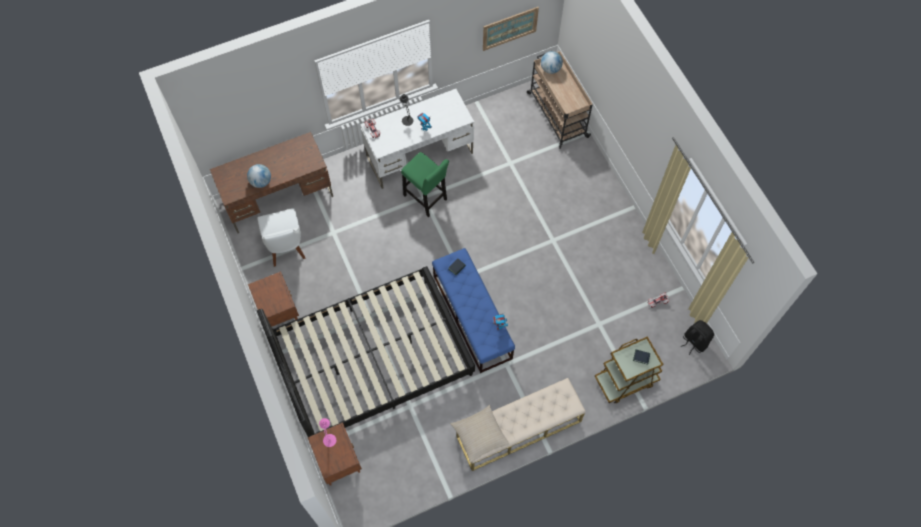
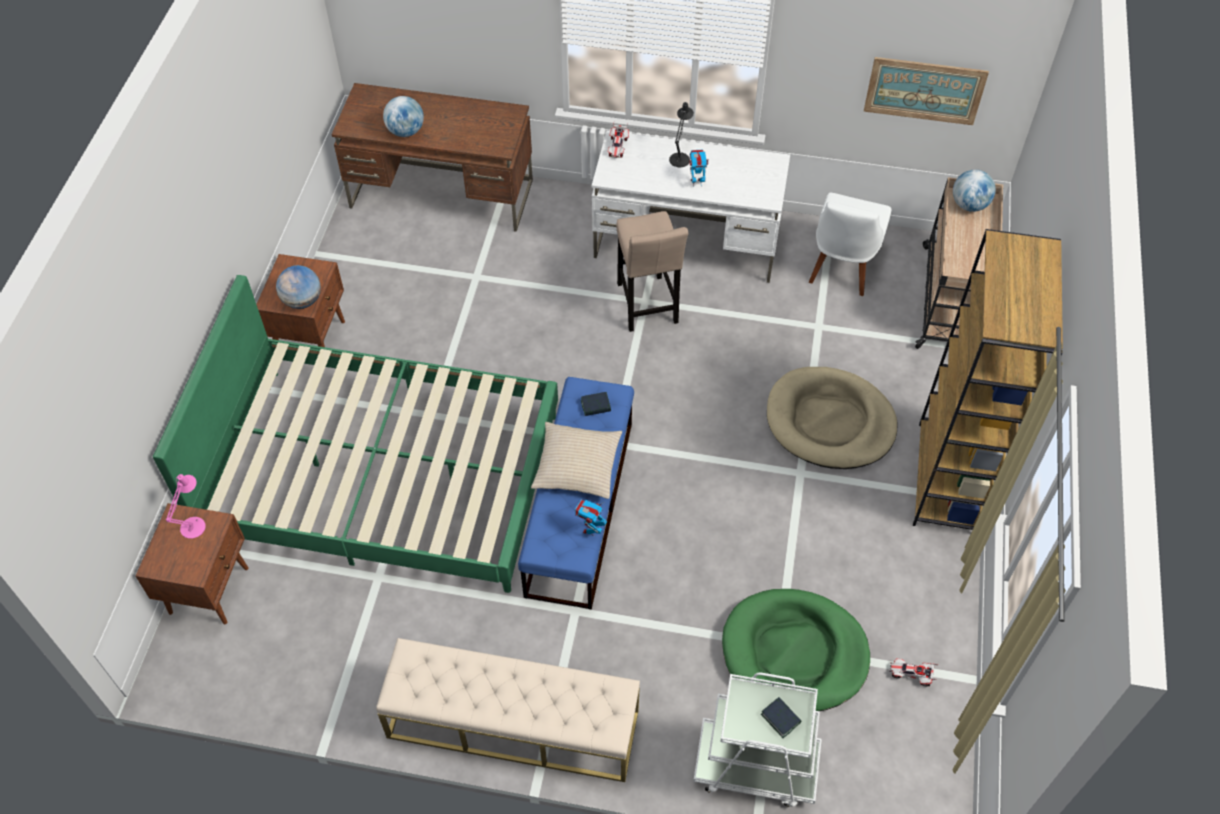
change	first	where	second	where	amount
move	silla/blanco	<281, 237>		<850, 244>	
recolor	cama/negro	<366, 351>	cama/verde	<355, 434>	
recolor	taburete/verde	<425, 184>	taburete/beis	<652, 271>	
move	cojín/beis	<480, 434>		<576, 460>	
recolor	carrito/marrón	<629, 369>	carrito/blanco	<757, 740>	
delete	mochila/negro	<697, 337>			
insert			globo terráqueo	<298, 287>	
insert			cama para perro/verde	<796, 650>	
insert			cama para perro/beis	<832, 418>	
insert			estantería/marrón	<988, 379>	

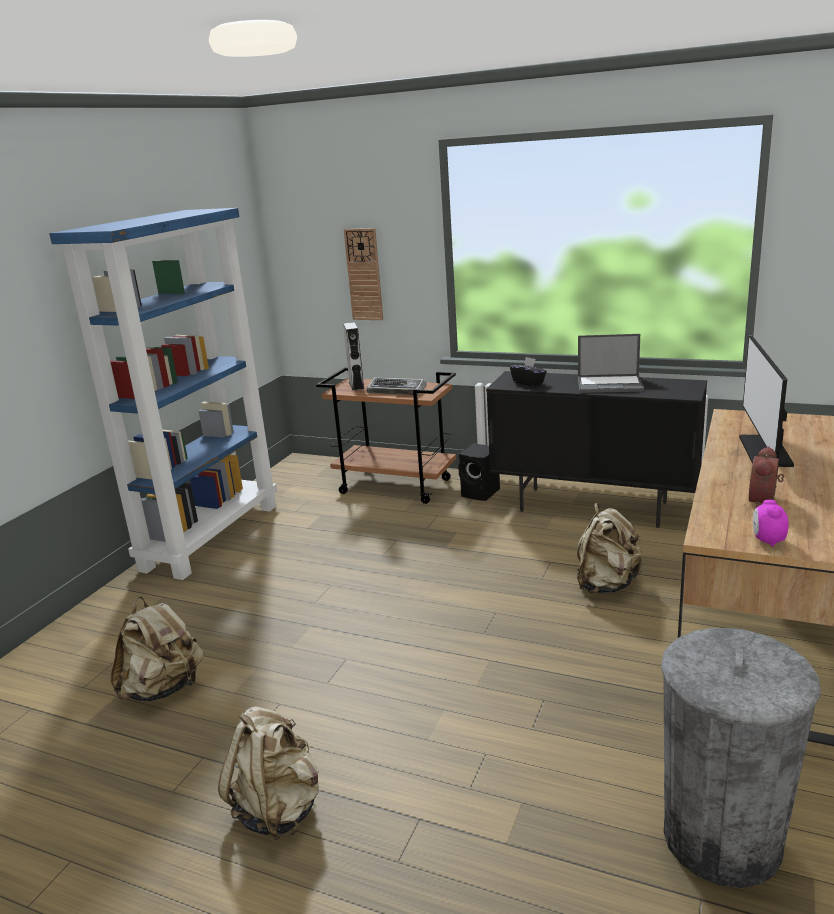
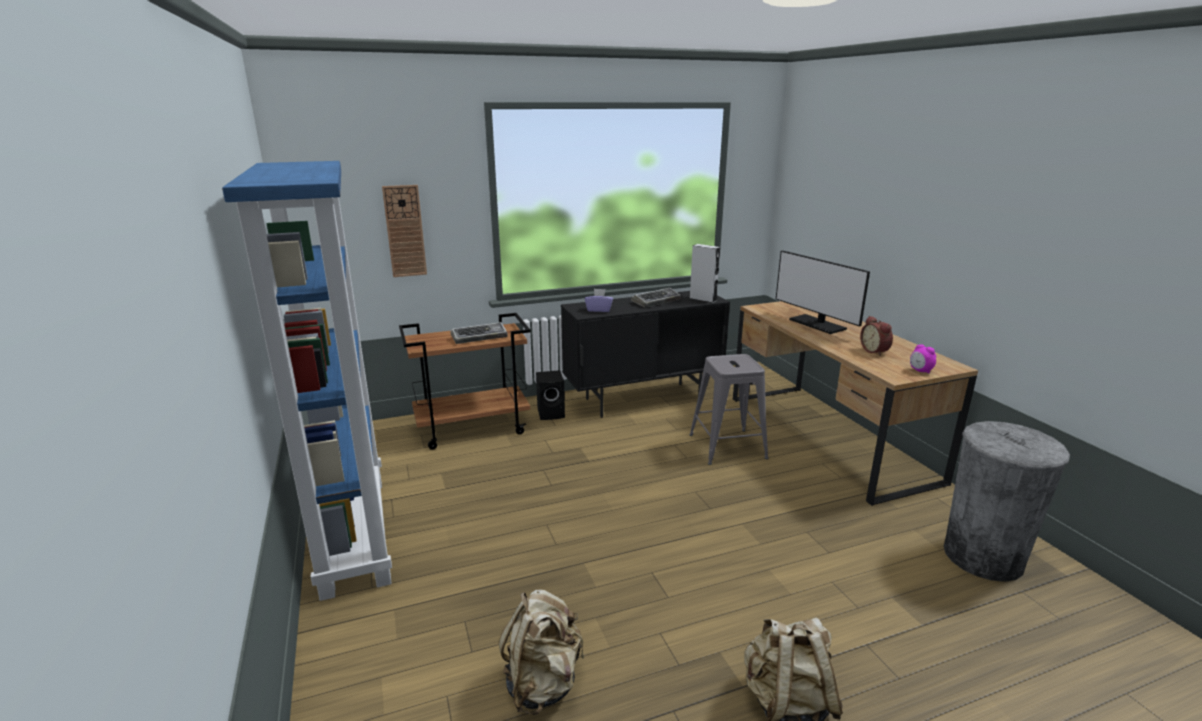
change	first	where	second	where	amount
move	altavoz/gris	<353, 356>		<704, 273>	
recolor	caja de pañuelos/negro	<528, 372>	caja de pañuelos/morado	<599, 300>	
replace	mochila/beis	<609, 548>	taburete/gris	<729, 409>	
replace	portátil	<611, 363>	teclado	<656, 298>	

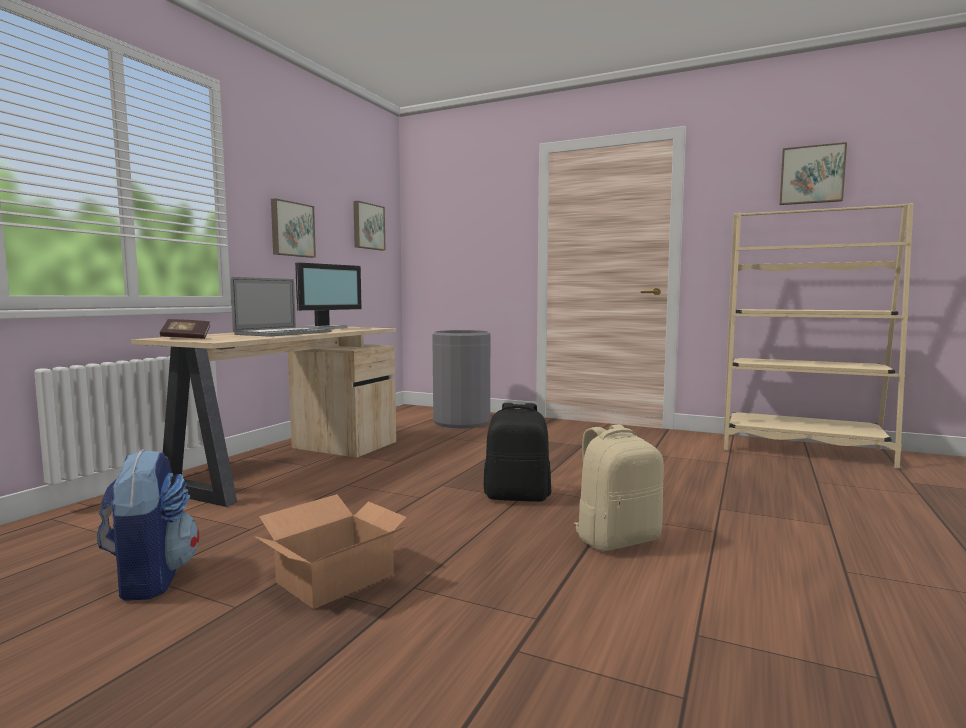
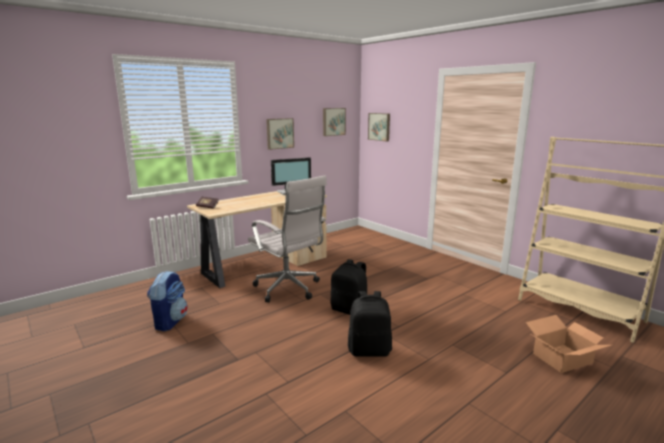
change	first	where	second	where	amount
delete	portátil	<280, 307>			
move	caja de cartón	<333, 551>		<568, 344>	
delete	papelera/gris	<461, 379>			
recolor	mochila/beis	<619, 487>	mochila/negro	<370, 324>	
move	cuadro	<813, 173>		<379, 127>	
insert			silla de oficina/blanco	<287, 238>	

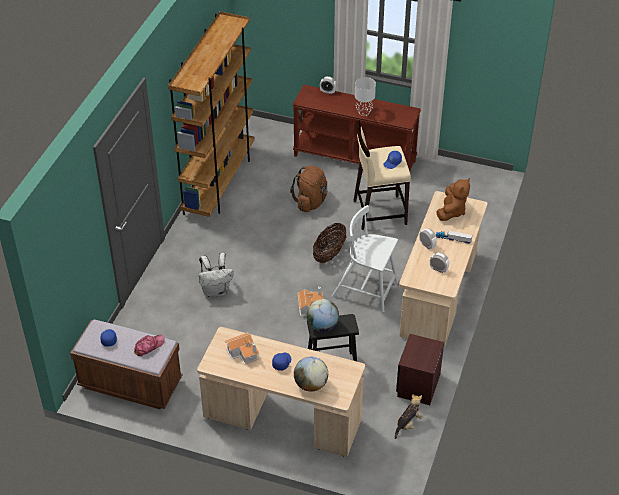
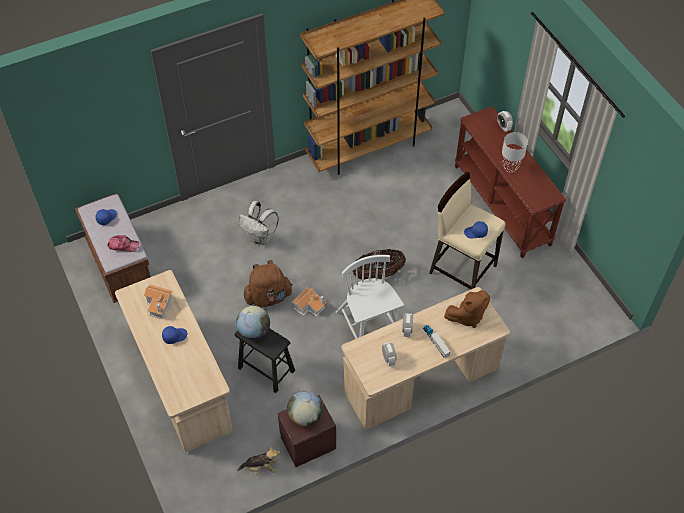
change	first	where	second	where	amount
move	mochila/marrón	<308, 189>		<268, 283>	
move	globo terráqueo	<311, 374>		<304, 408>	

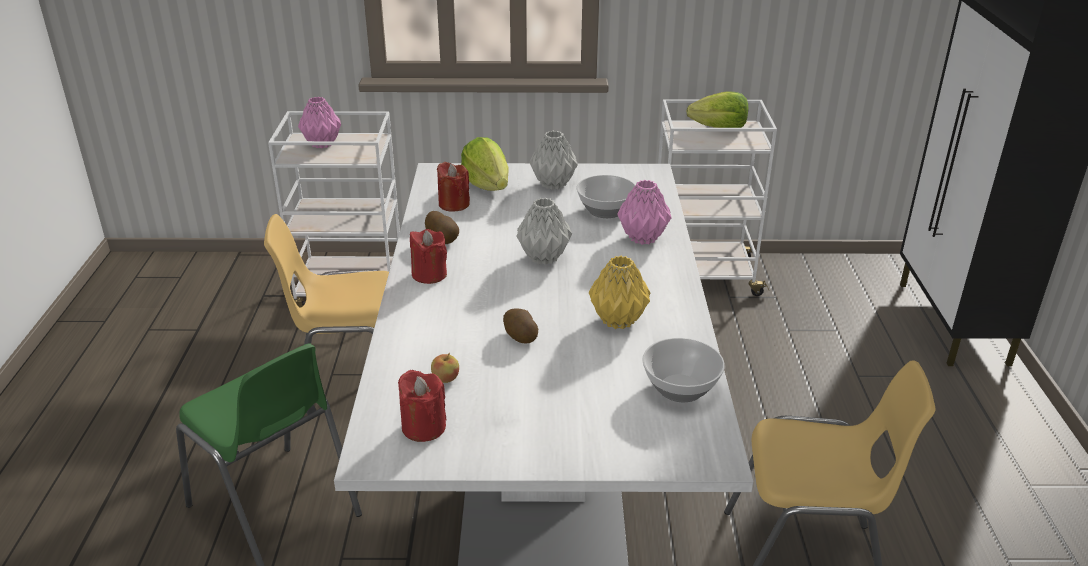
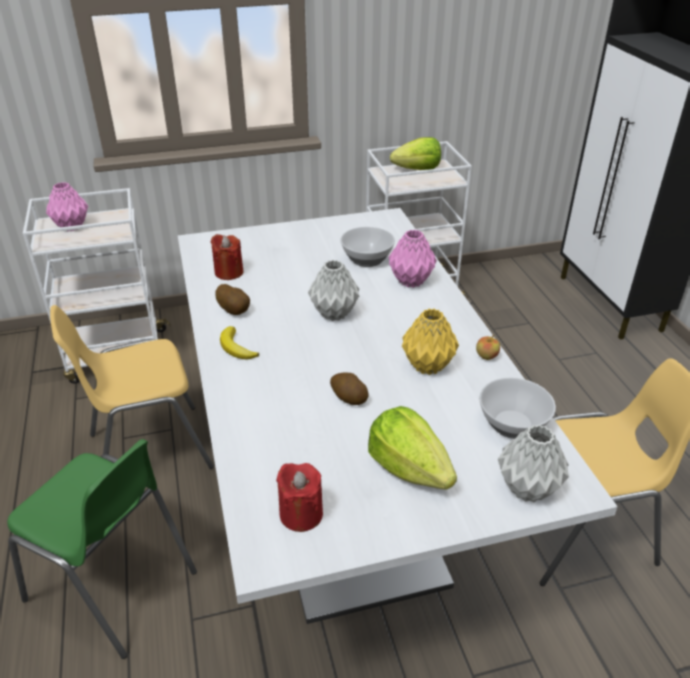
change	first	where	second	where	amount
replace	vela/rojo	<428, 256>	plátano	<239, 343>	
move	manzana	<445, 368>		<488, 347>	
move	lechuga	<485, 164>		<412, 448>	
move	florero/gris	<553, 160>		<533, 463>	

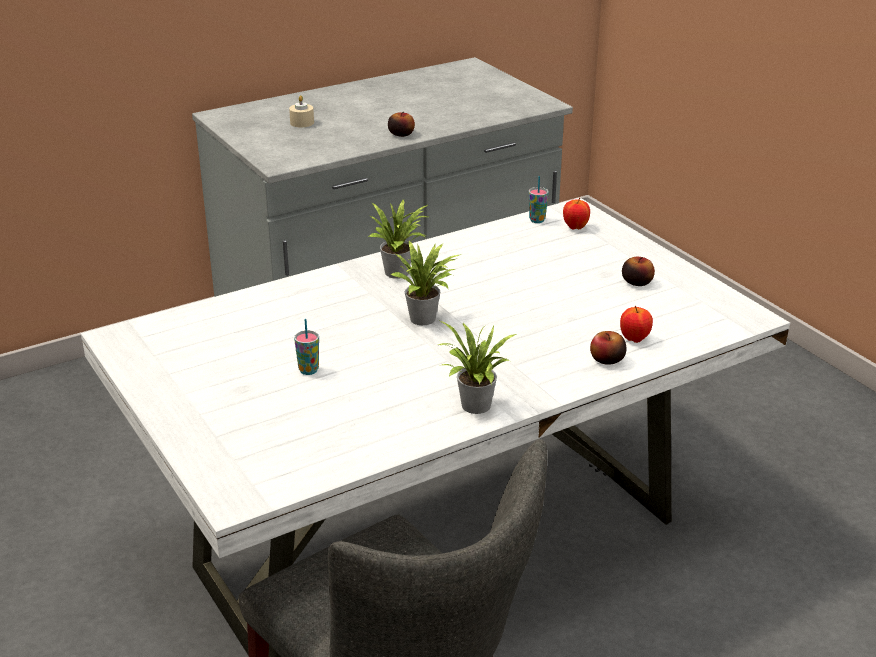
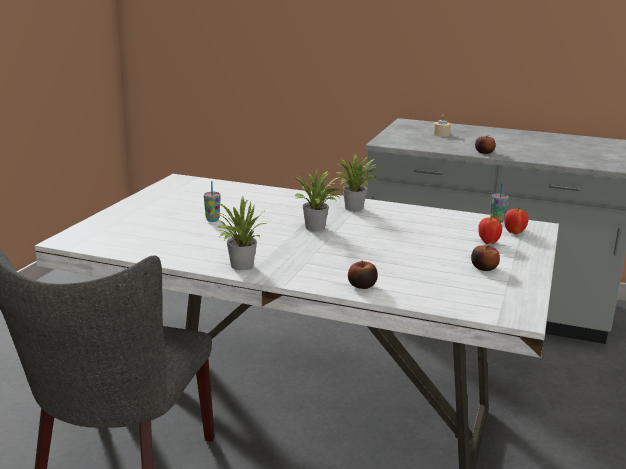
change	first	where	second	where	amount
move	manzana	<636, 324>		<490, 229>	

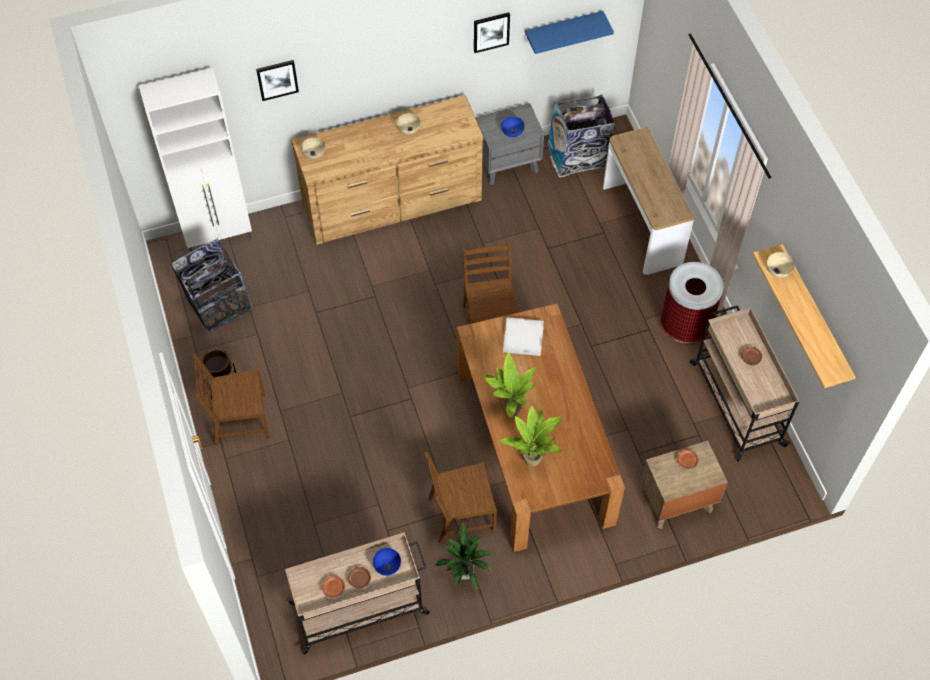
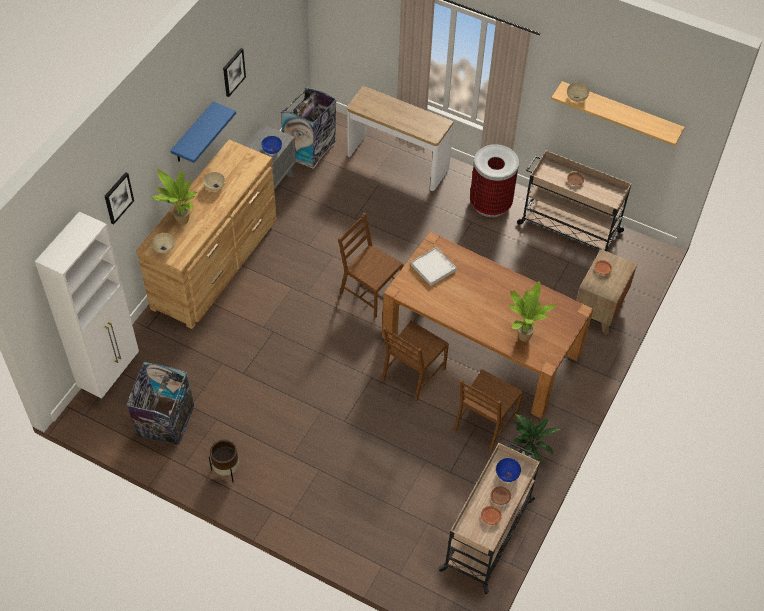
change	first	where	second	where	amount
move	silla/marrón	<231, 399>		<415, 361>	
move	planta en maceta	<510, 385>		<174, 197>	
move	estante/azul	<569, 32>		<203, 132>	

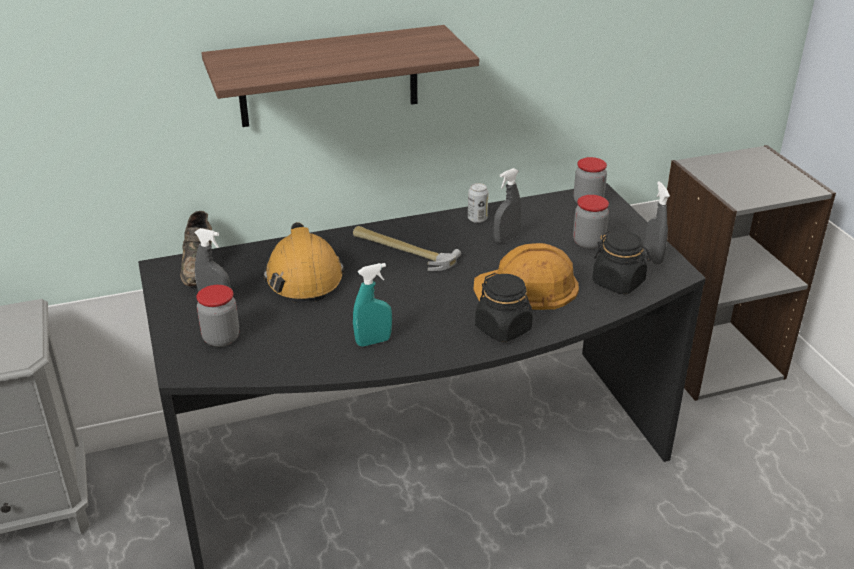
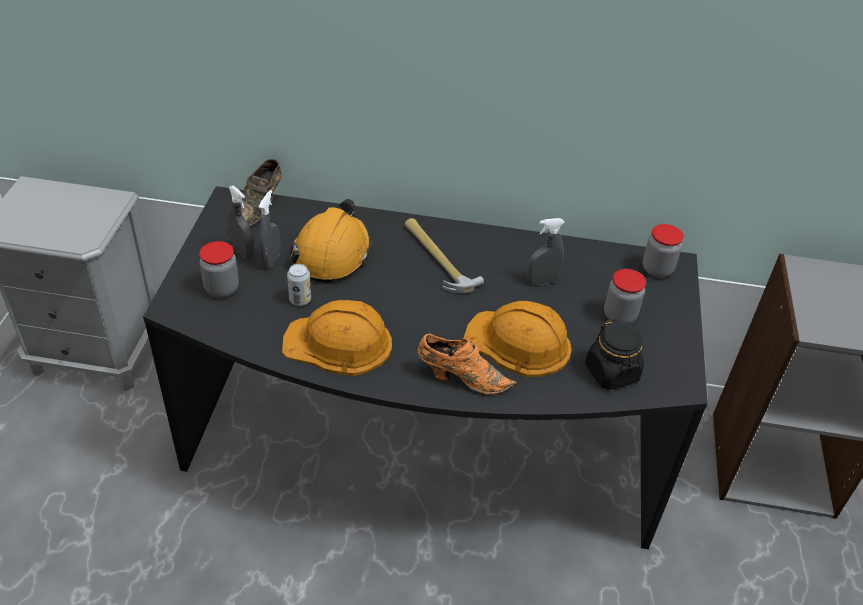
change	first	where	second	where	amount
delete	estante	<340, 76>			
replace	pulverizador/turquesa	<372, 305>	casco/naranja	<337, 338>	
move	lata	<478, 203>		<299, 285>	
replace	tarro/negro	<504, 307>	zapato/naranja	<467, 363>	
move	pulverizador/gris	<657, 223>		<269, 230>	

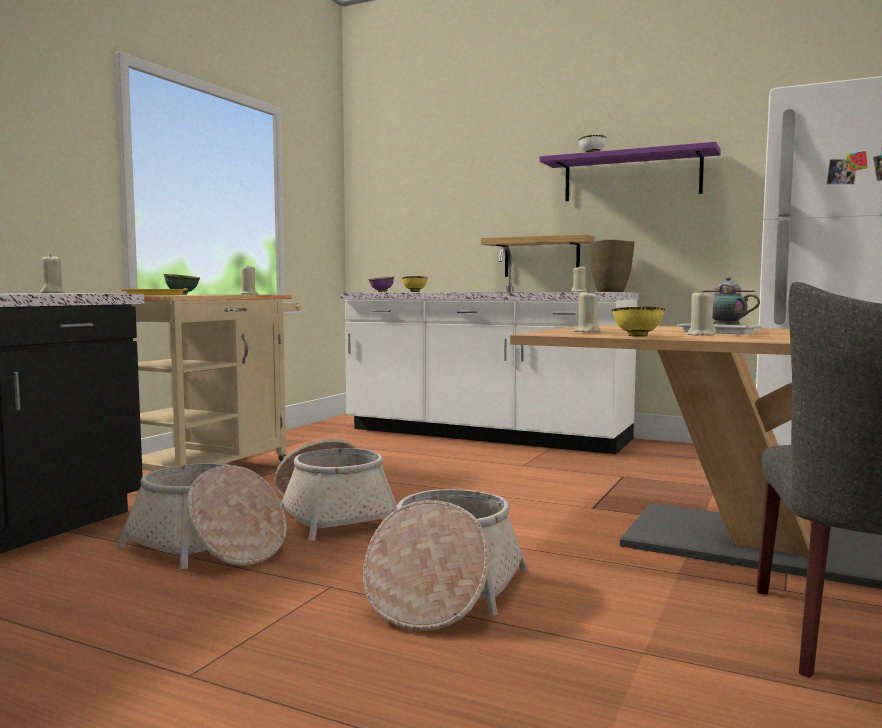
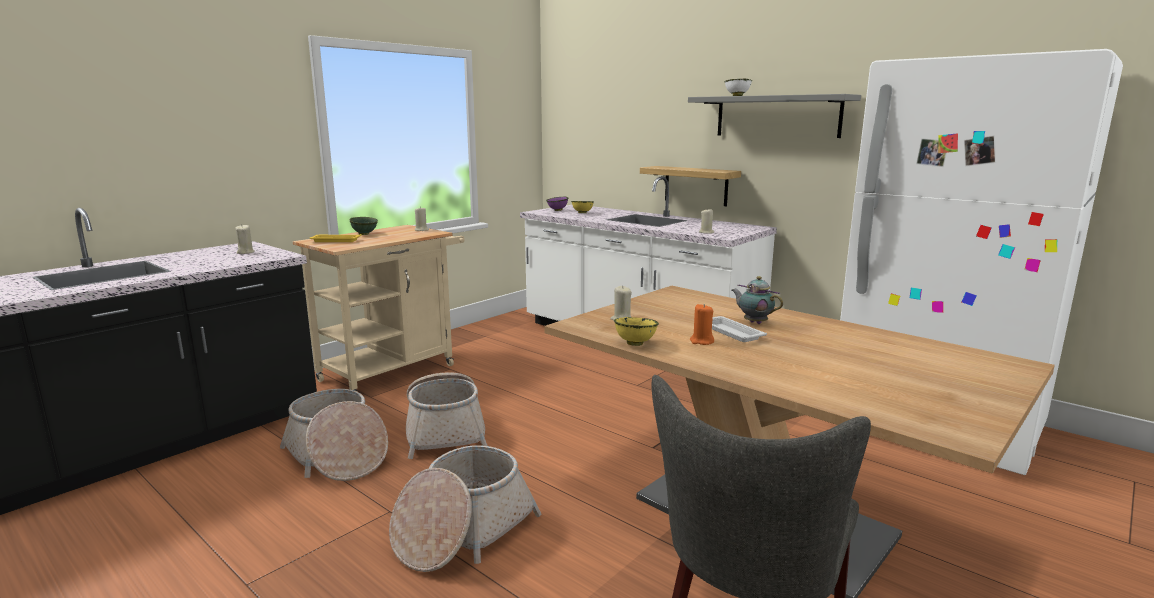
change	first	where	second	where	amount
recolor	estante/morado	<630, 171>	estante/gris	<774, 116>	
delete	florero/marrón	<612, 265>			
recolor	vela/beis	<701, 313>	vela/naranja	<702, 324>	

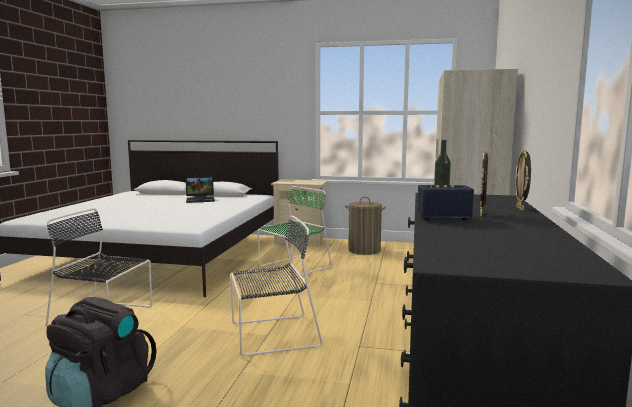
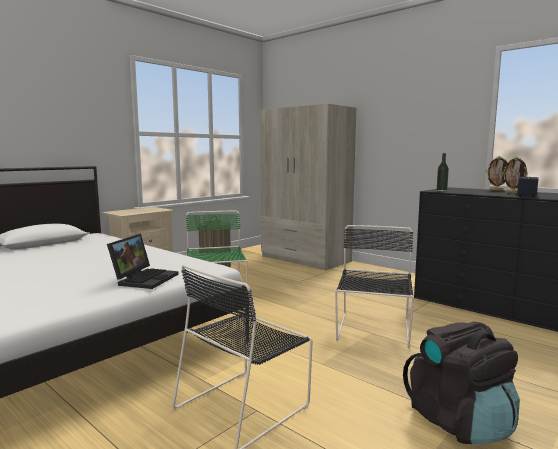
change	first	where	second	where	amount
move	portátil	<200, 189>		<143, 261>	

